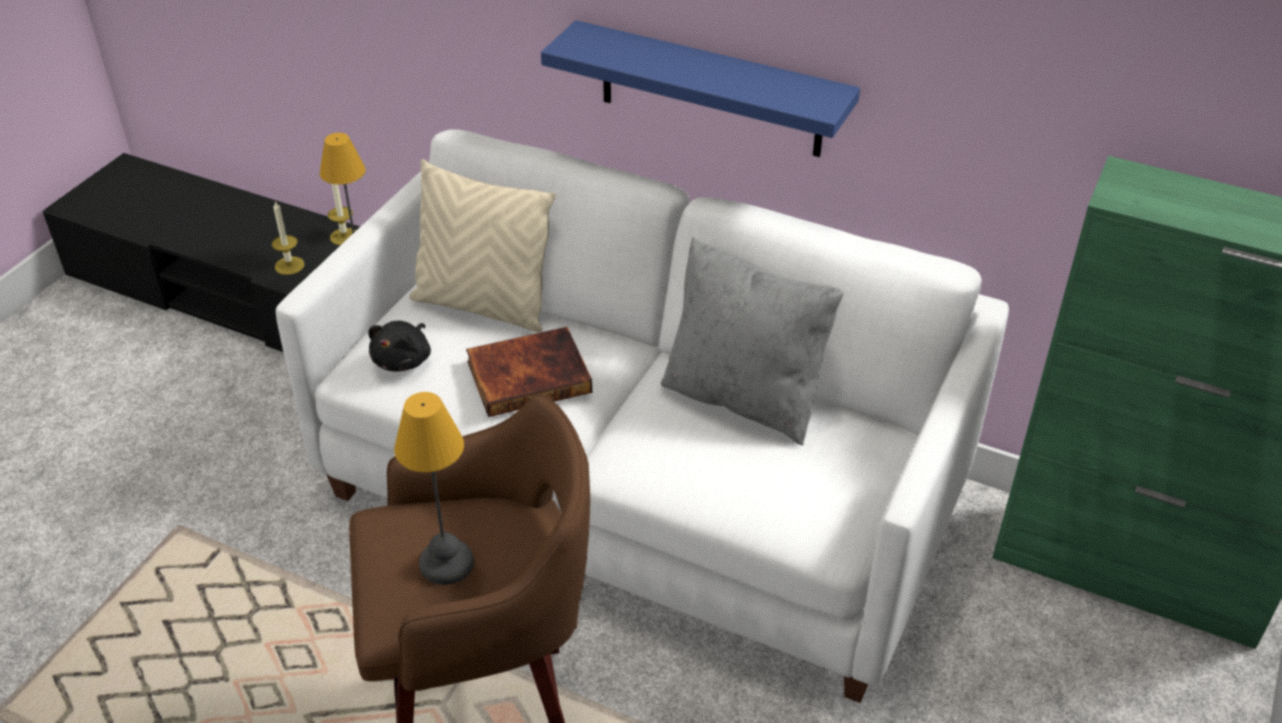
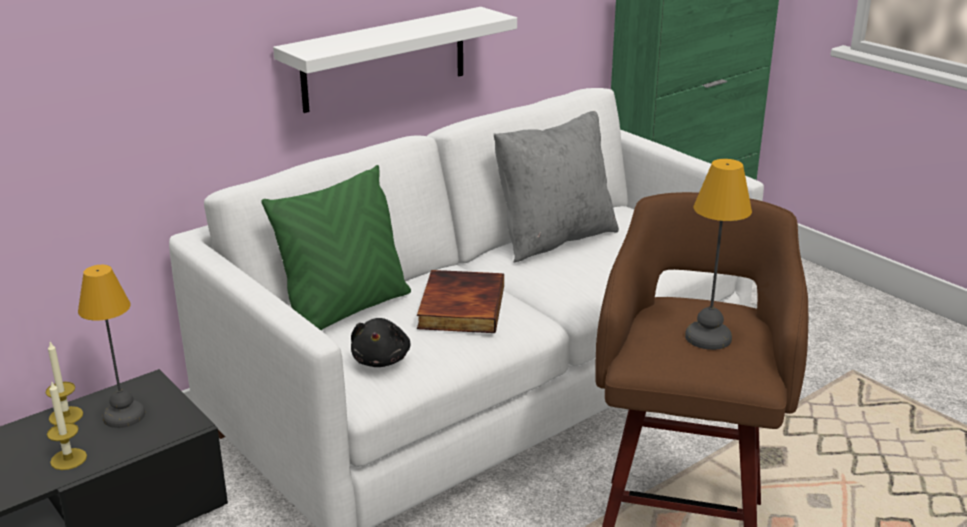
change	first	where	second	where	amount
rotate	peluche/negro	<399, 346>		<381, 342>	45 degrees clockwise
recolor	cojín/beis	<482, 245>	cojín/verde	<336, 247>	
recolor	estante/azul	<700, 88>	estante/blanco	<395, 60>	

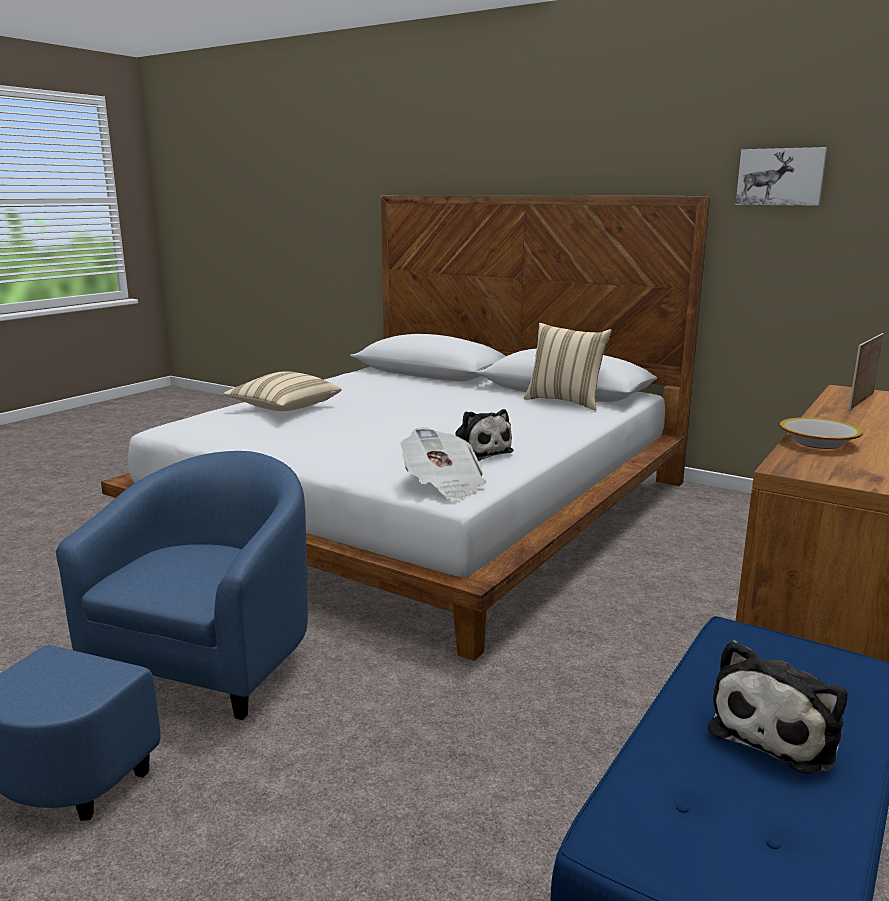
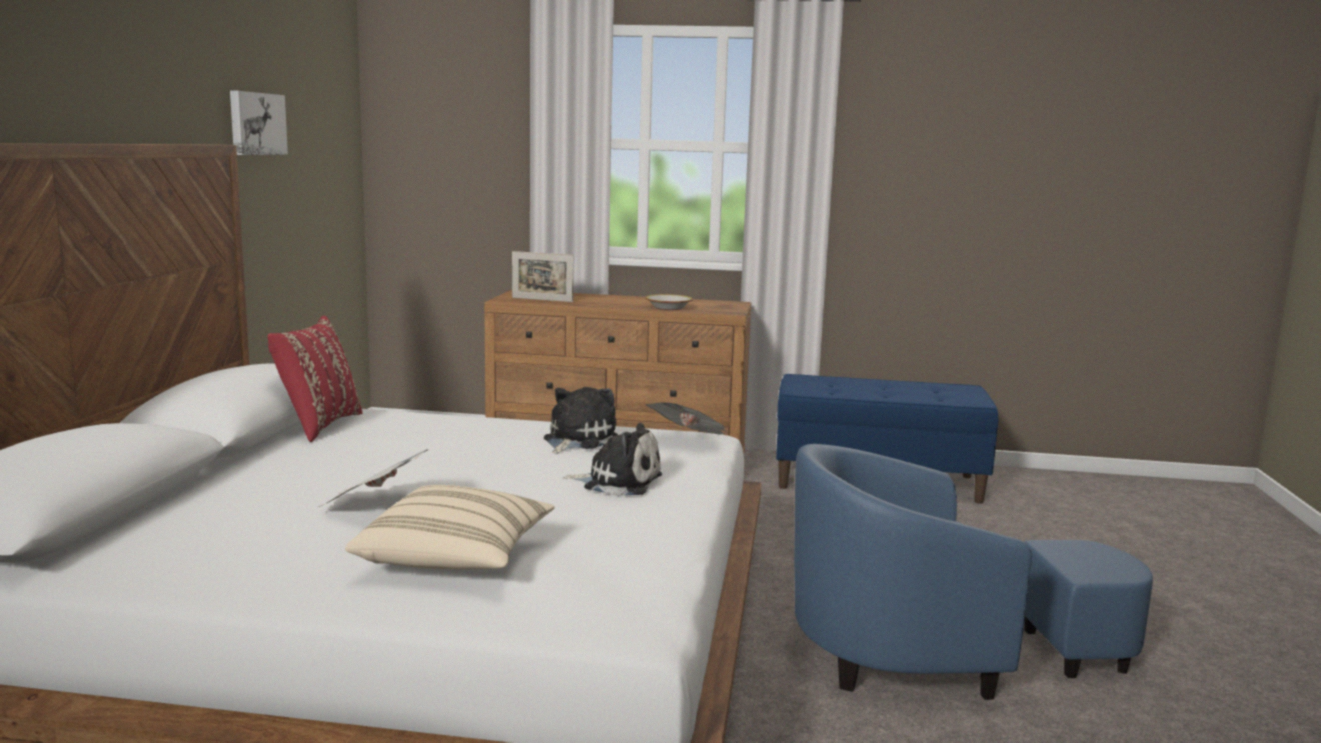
change	first	where	second	where	amount
recolor	cojín/beis	<568, 367>	cojín/rojo	<315, 378>	
move	peluche	<778, 707>		<612, 459>	
insert			periódico	<373, 478>	

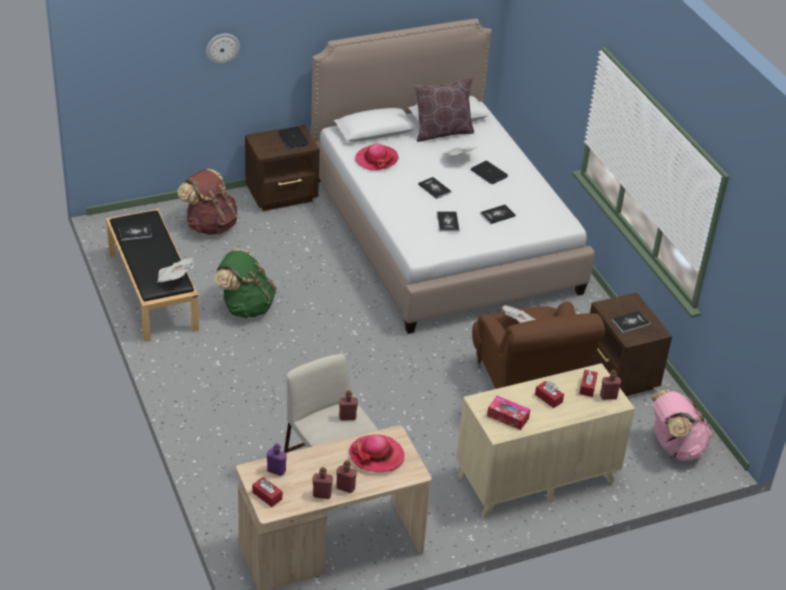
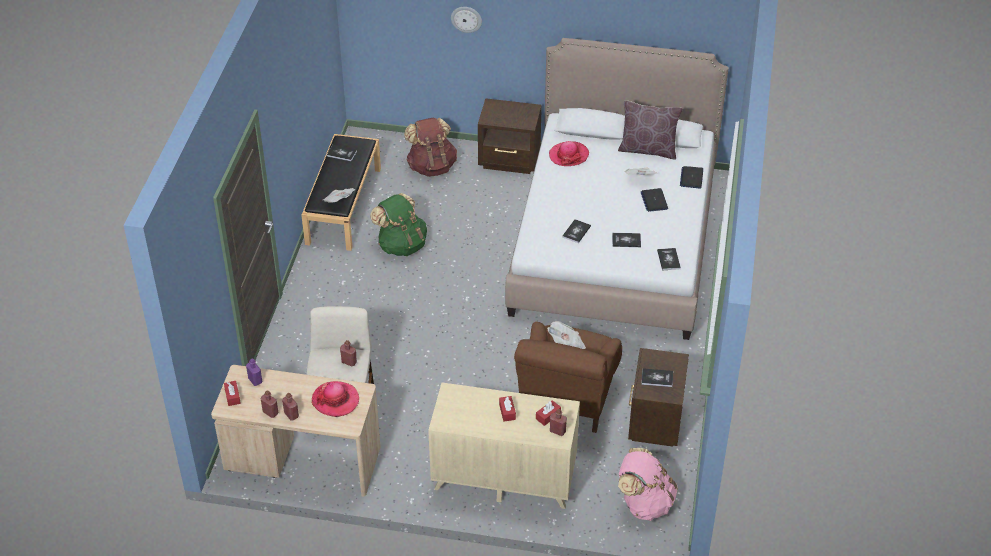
change	first	where	second	where	amount
move	portátil	<293, 138>		<691, 177>	
move	libro	<435, 188>		<669, 259>	
delete	caja de pañuelos	<508, 413>			

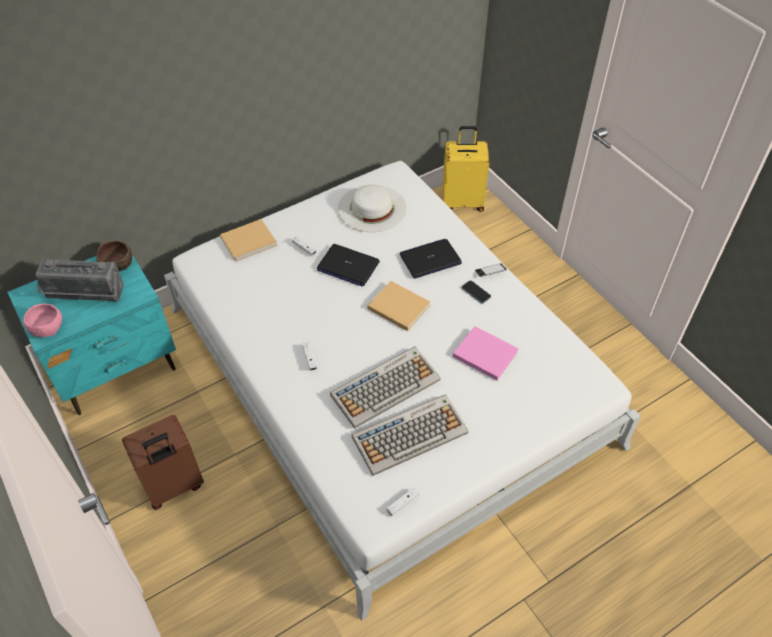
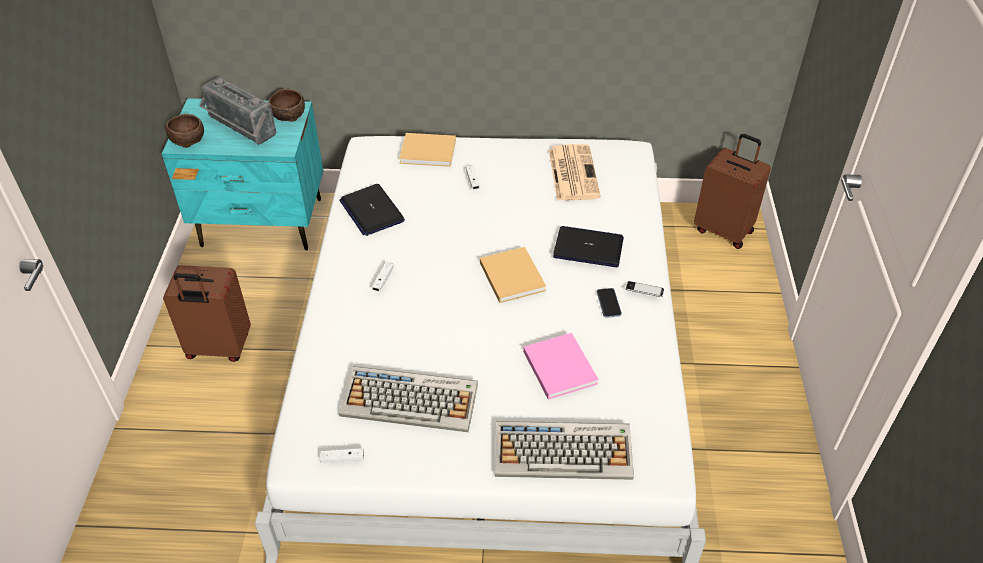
change	first	where	second	where	amount
recolor	cuenco/rosa	<42, 320>	cuenco/marrón	<184, 131>	
move	portátil	<348, 265>		<372, 210>	
move	teclado	<385, 387>		<564, 450>	
replace	sombrero/blanco	<372, 208>	periódico	<575, 172>	
recolor	maleta/amarillo	<465, 169>	maleta/marrón	<732, 191>	

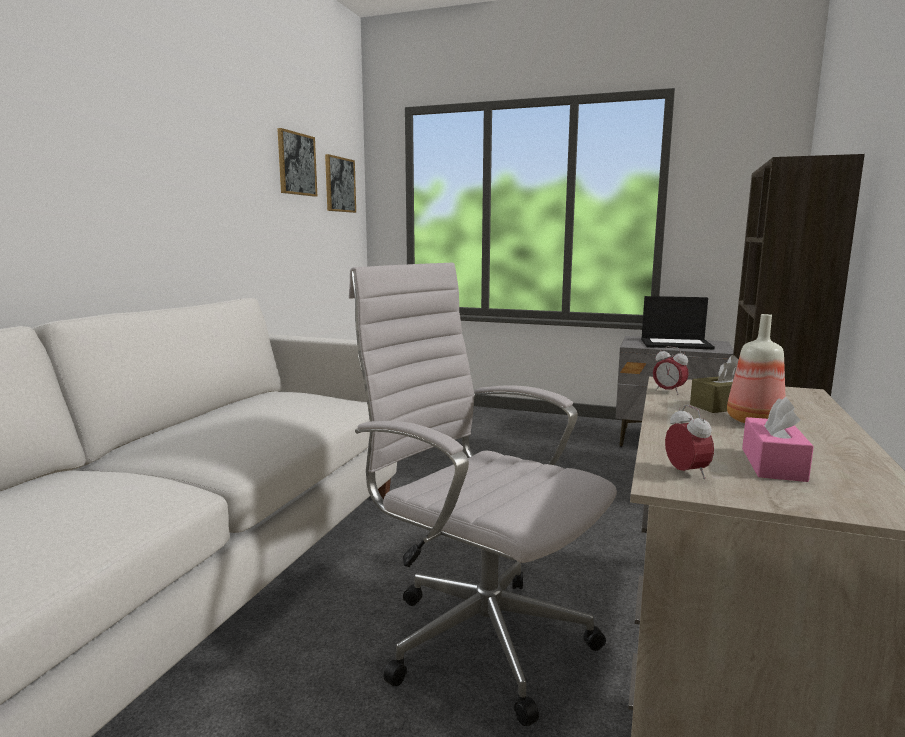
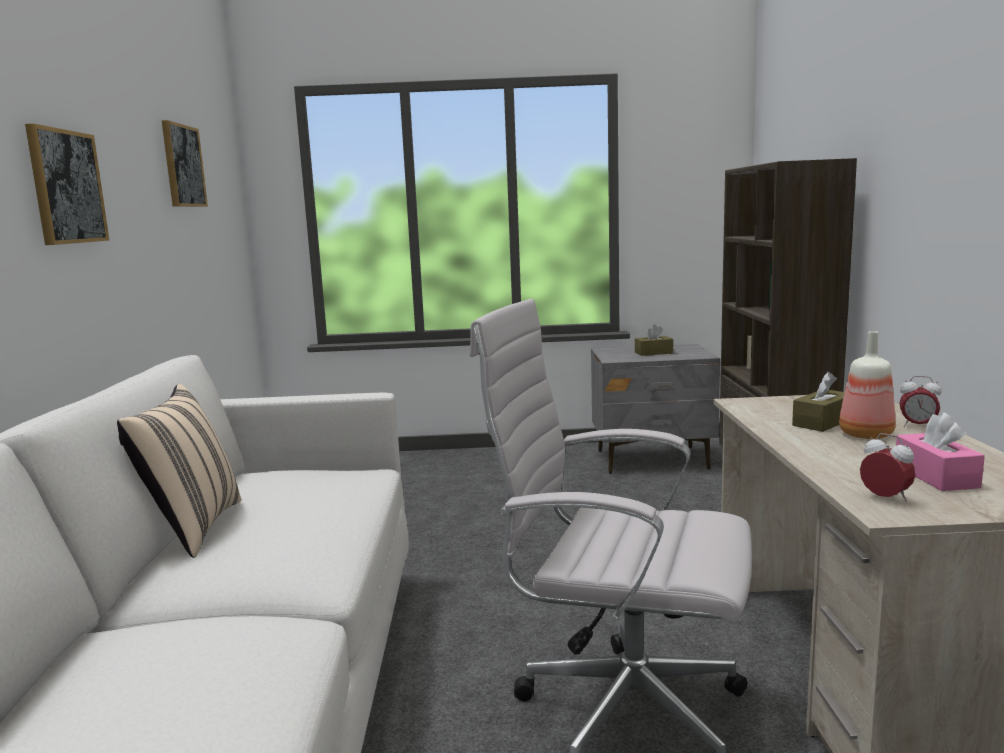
change	first	where	second	where	amount
move	cuadro	<340, 183>		<67, 184>	
replace	portátil	<678, 322>	caja de pañuelos/marrón	<654, 340>	
move	despertador	<671, 370>		<920, 401>	
insert			cojín/beis	<179, 471>	

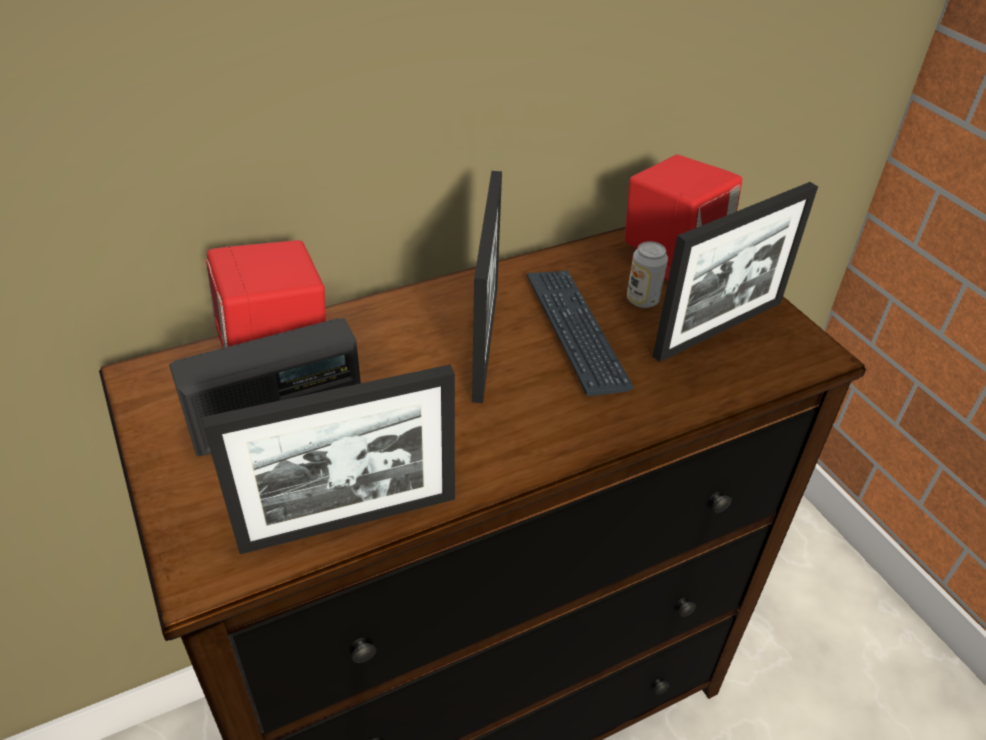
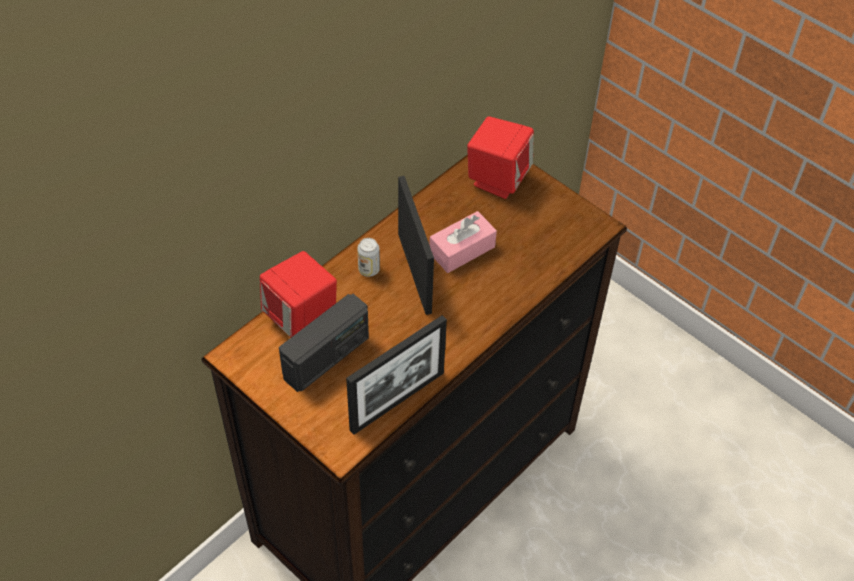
change	first	where	second	where	amount
replace	teclado	<580, 333>	caja de pañuelos/rosa	<463, 242>	
move	lata	<647, 274>		<368, 257>	
delete	portarretratos	<735, 272>			

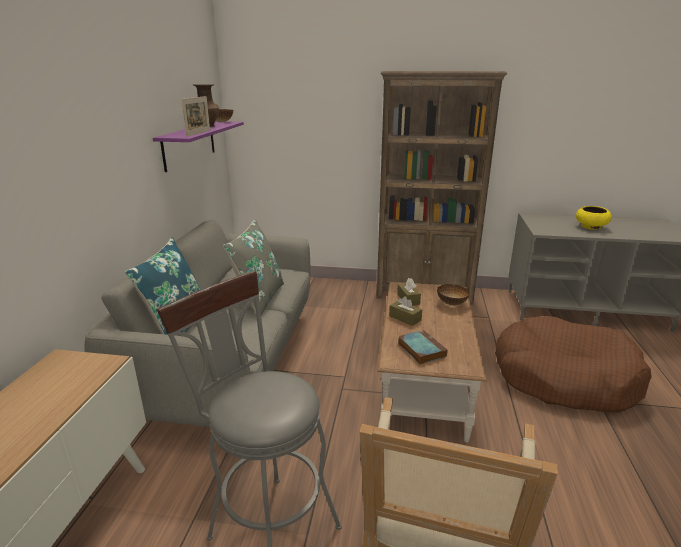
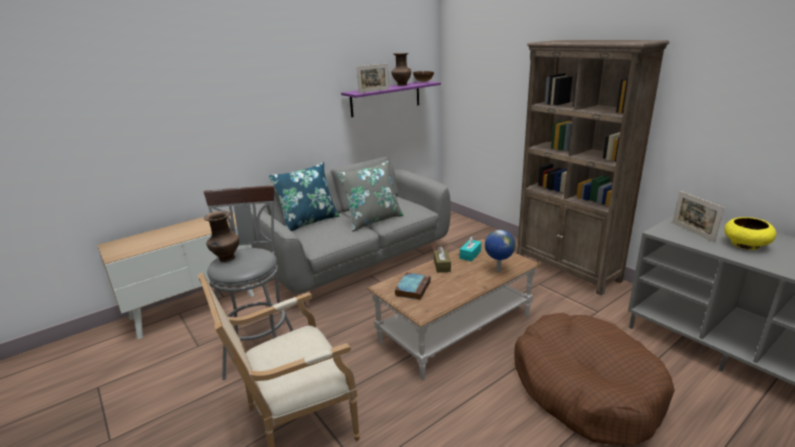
change	first	where	second	where	amount
recolor	caja de pañuelos/marrón	<409, 291>	caja de pañuelos/turquesa	<470, 248>	
replace	cuenco	<453, 295>	globo terráqueo	<500, 251>	
insert			florero/marrón	<221, 236>	
insert			portarretratos	<698, 216>	

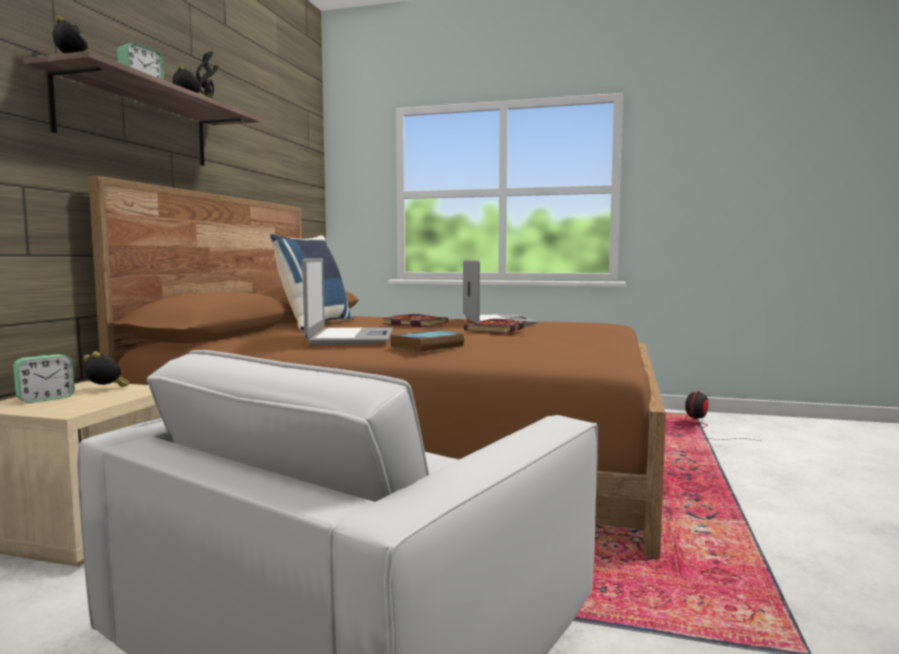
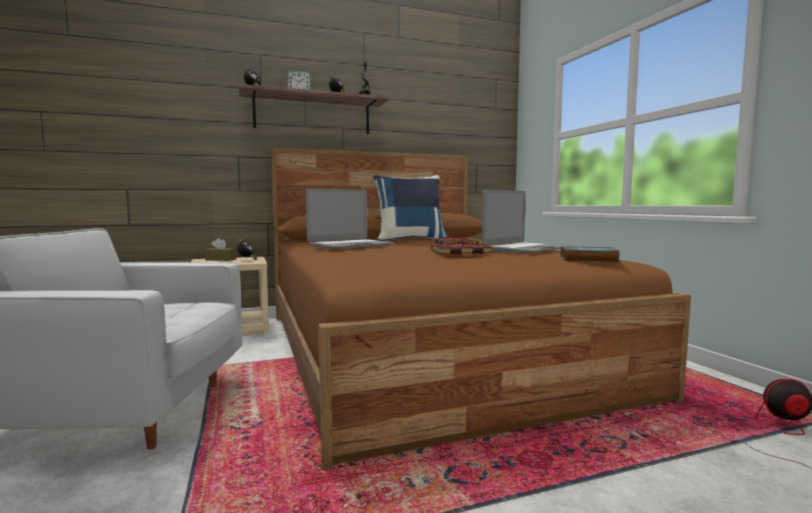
change	first	where	second	where	amount
replace	despertador	<44, 378>	caja de pañuelos/marrón	<220, 249>	
move	libro	<427, 341>		<590, 254>	

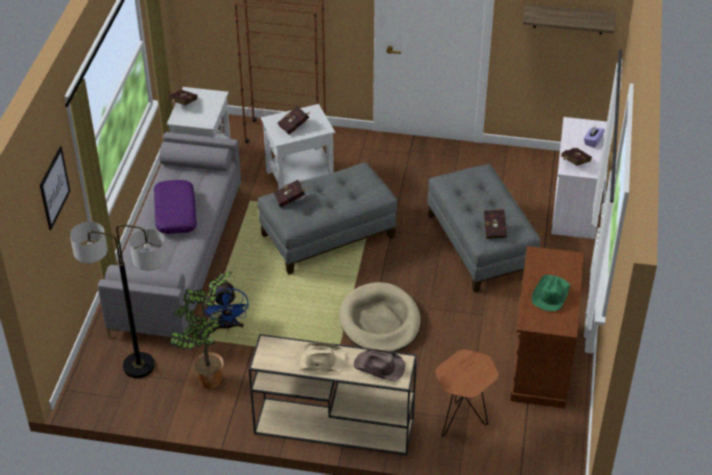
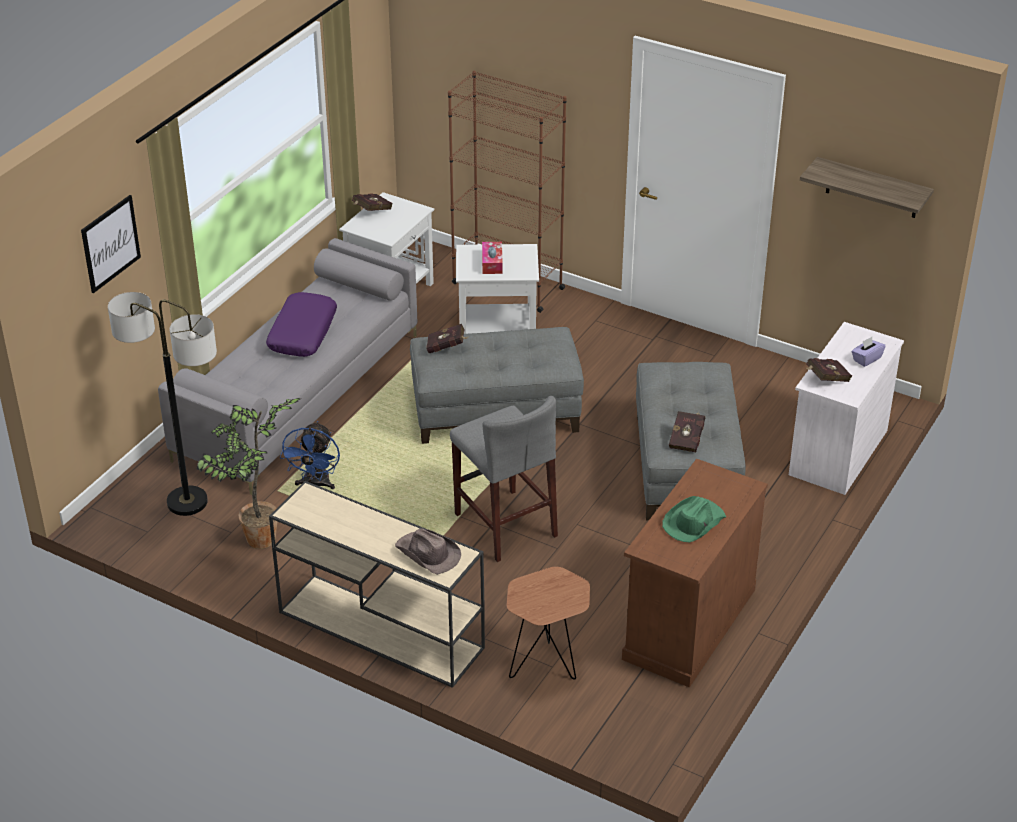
change	first	where	second	where	amount
replace	libro/rojo	<293, 120>	caja de pañuelos	<492, 258>	
delete	sombrero/beis	<320, 357>			
replace	cama para perro/beis	<380, 317>	taburete/gris	<504, 479>	

